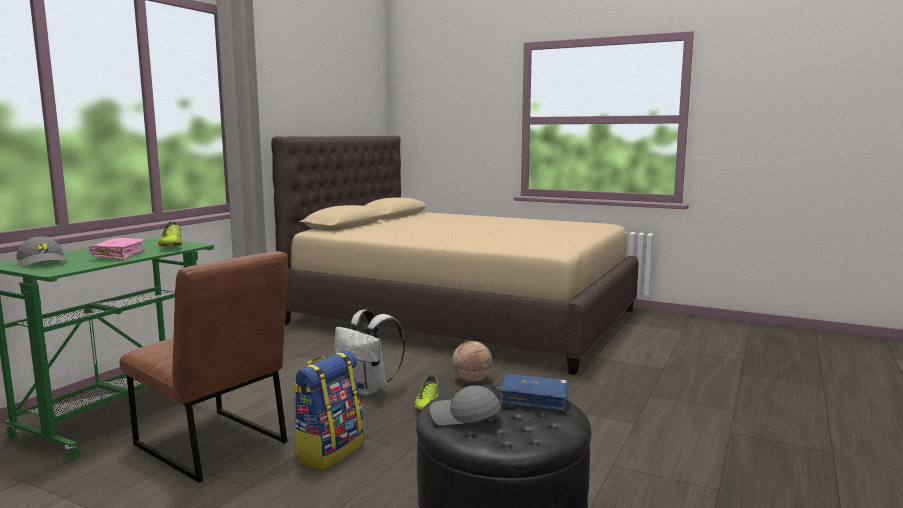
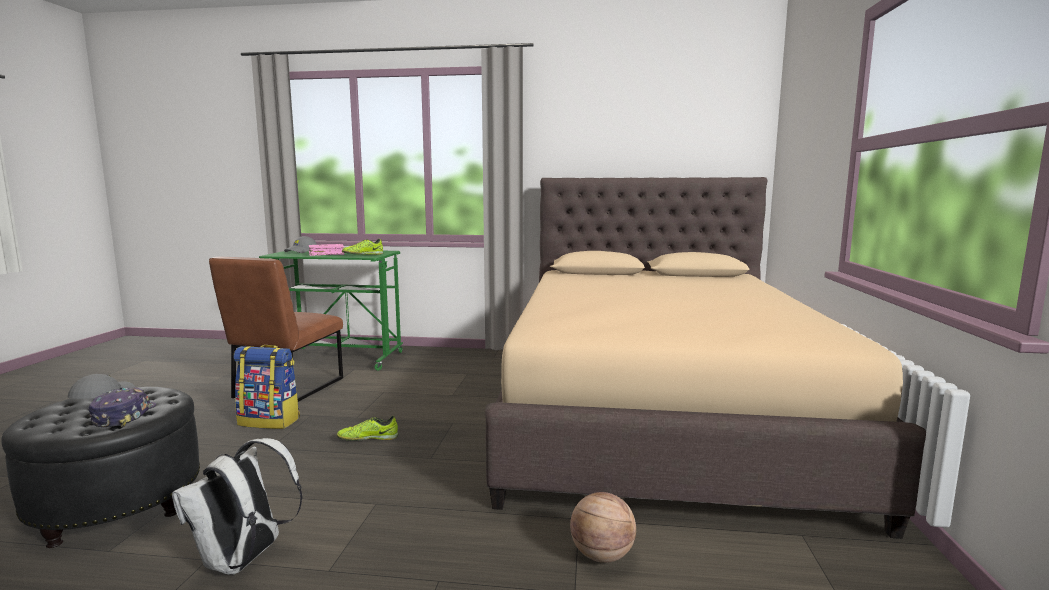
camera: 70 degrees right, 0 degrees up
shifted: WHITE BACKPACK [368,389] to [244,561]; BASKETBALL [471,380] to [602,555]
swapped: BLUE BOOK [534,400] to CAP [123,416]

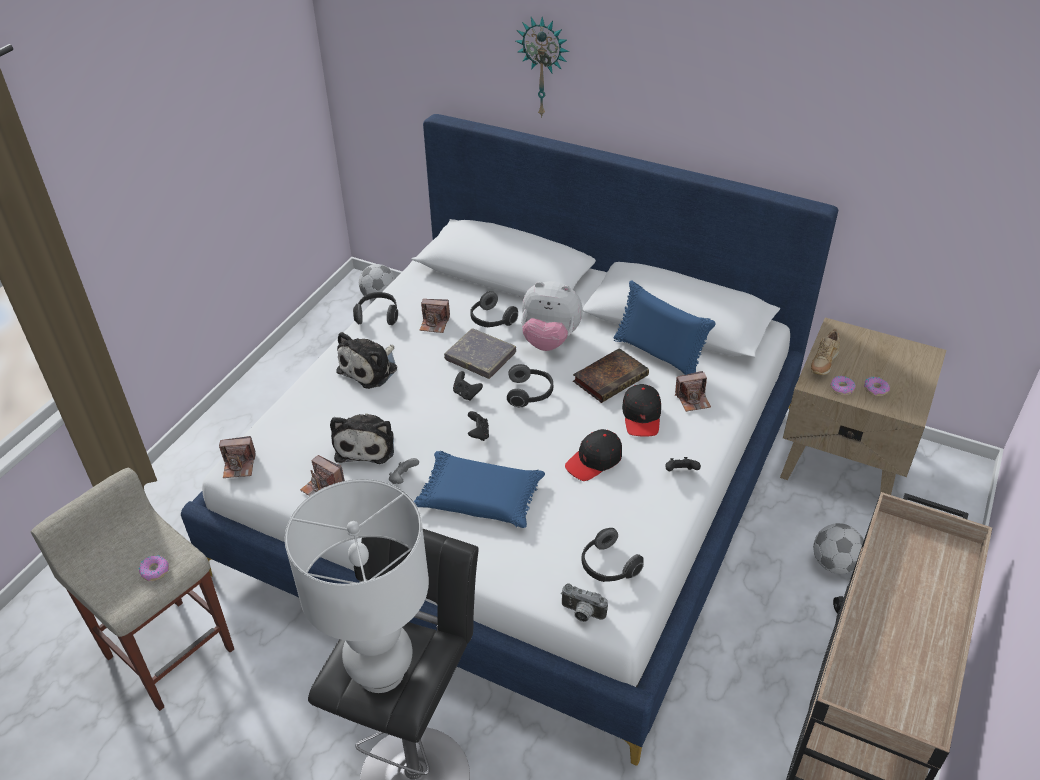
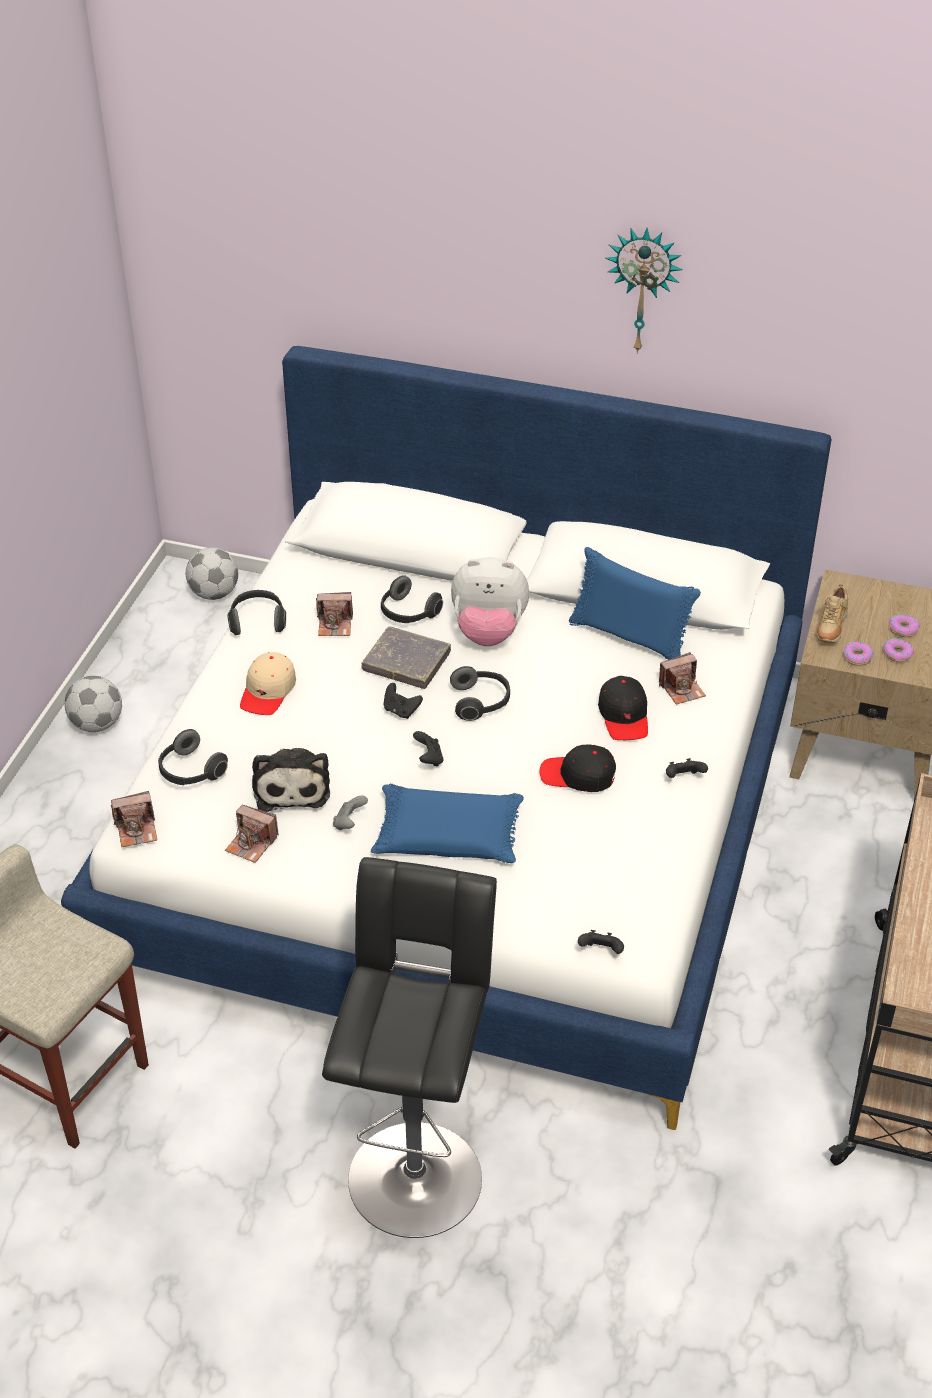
camera: 10 degrees left, 0 degrees up
gone: WHITE TABLE LAMP [382,671]; BOOK [611,378]
shifted: DONUT [155,571] to [903,629]; WALL CLOCK [543,67] to [643,289]; HEADPHONES [608,566] to [190,772]; FOOTBALL [834,564] to [97,724]
swapped: PLUSH TOY [370,368] to BEIGE CAP [268,691]; PHOTO CAMERA [581,614] to BLACK GAME CONTROLLER [601,951]
rotated: BLACK CAP [594,460] = [578,775] 60 degrees clockwise

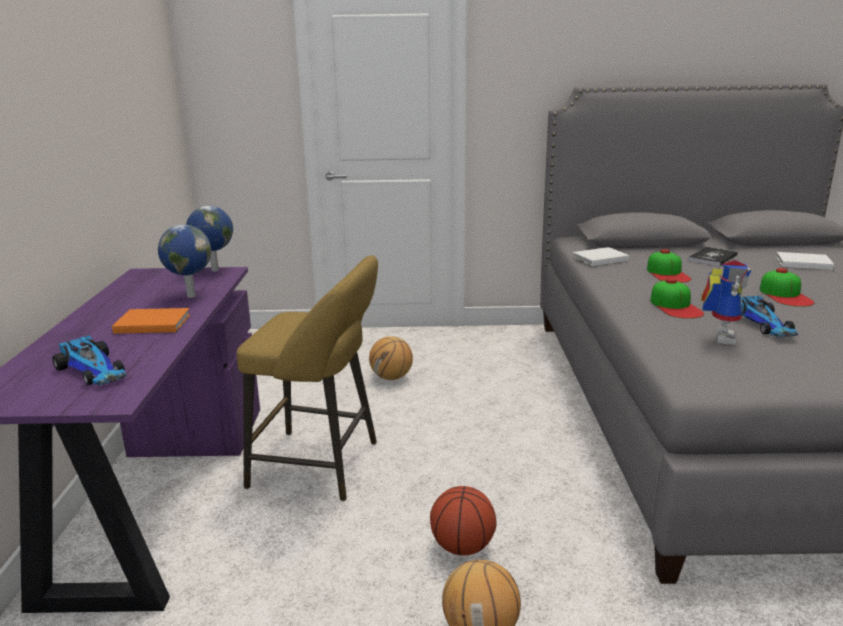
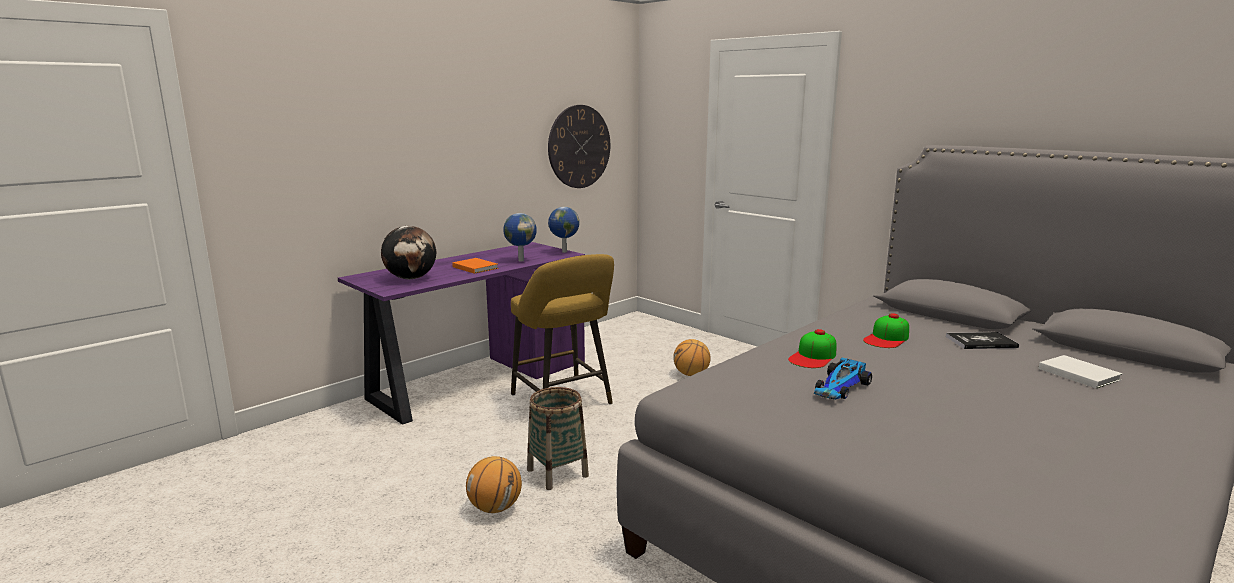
camera: 45 degrees right, 5 degrees down
gone: WHITE BOOK [598,259]; TOY ROBOT [718,336]; CAP [785,295]
new: WALL CLOCK [579,146]
swapped: TOY CAR [95,370] to GLOBE [411,278]; BASKETBALL [462,547] to BASKET [557,473]

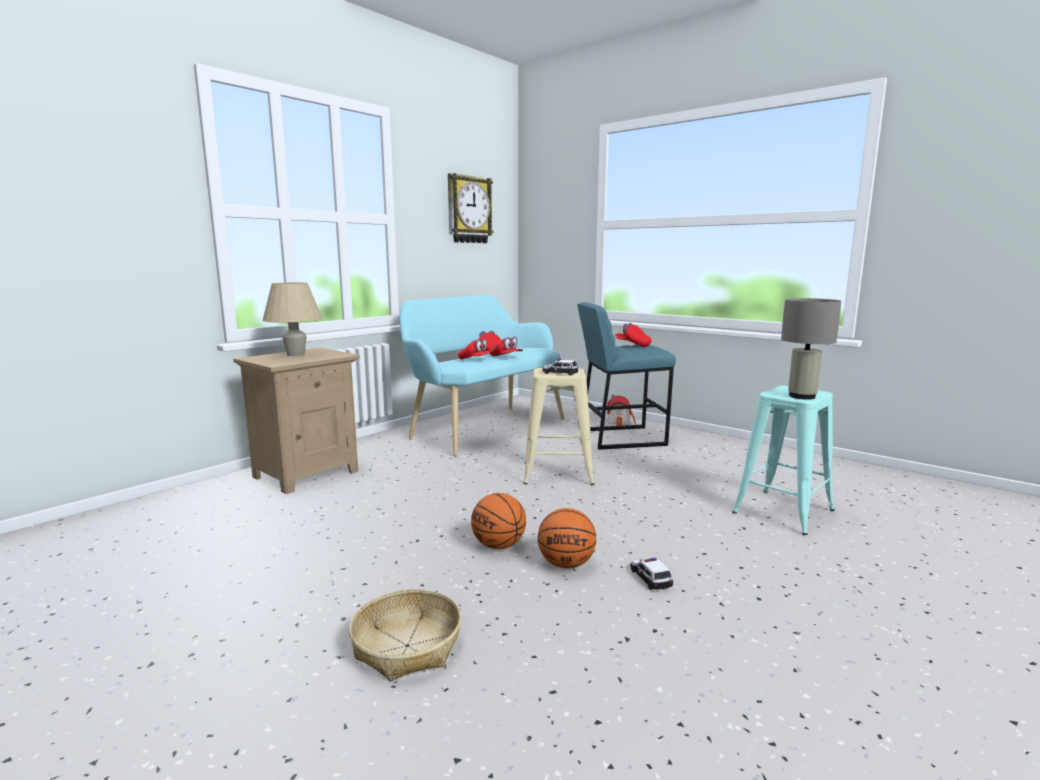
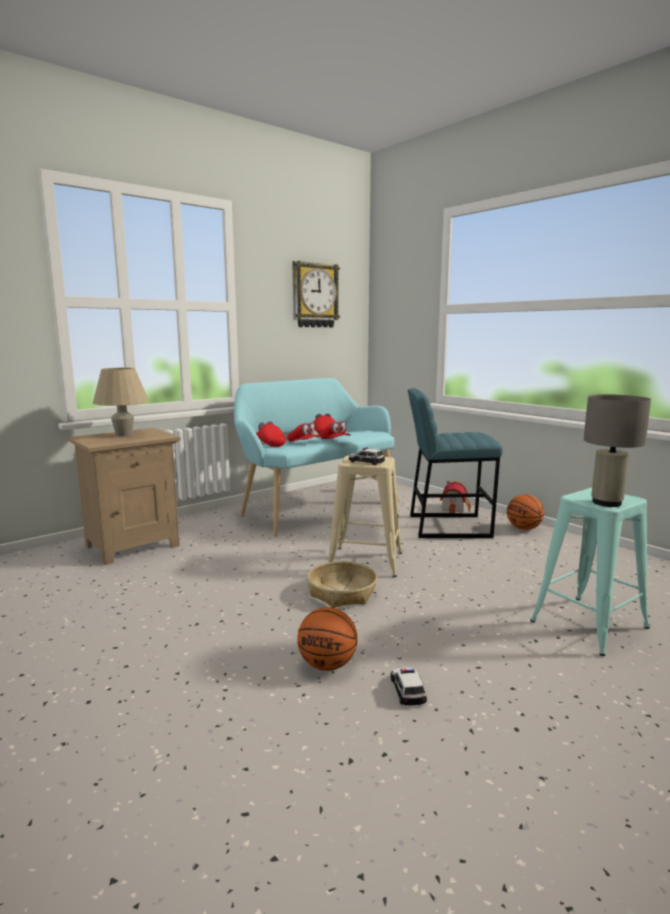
camera: 10 degrees right, 0 degrees up
shifted: BASKET [406,646] to [342,593]; BASKETBALL [498,545] to [523,528]; RED CAP [632,345] to [270,444]

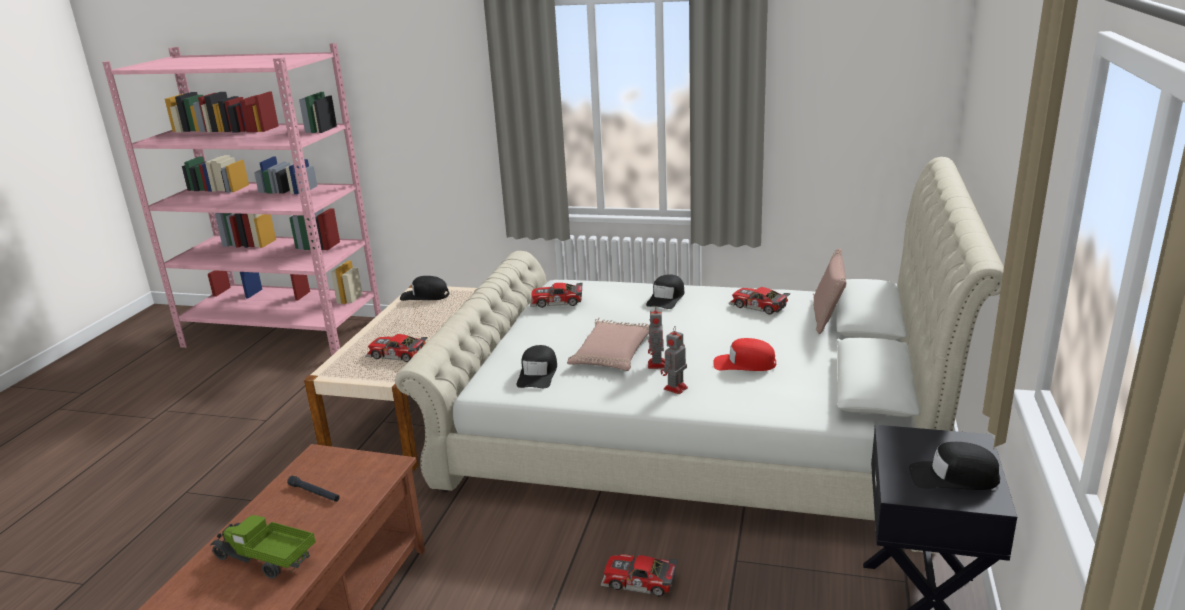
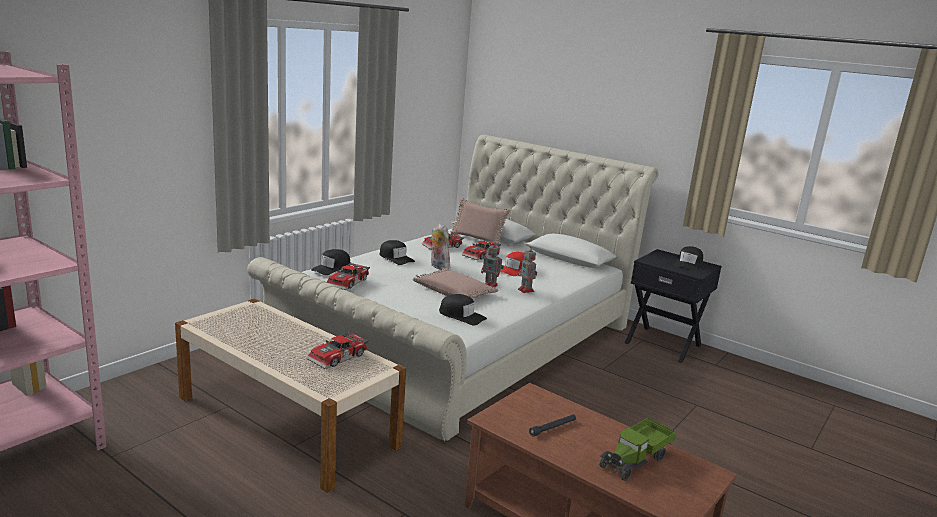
camera: 70 degrees left, 5 degrees down
new: PLUSH TOY [437,266]
shifted: BLACK CAP [425,296] to [332,268]; TOY CAR [639,582] to [482,255]

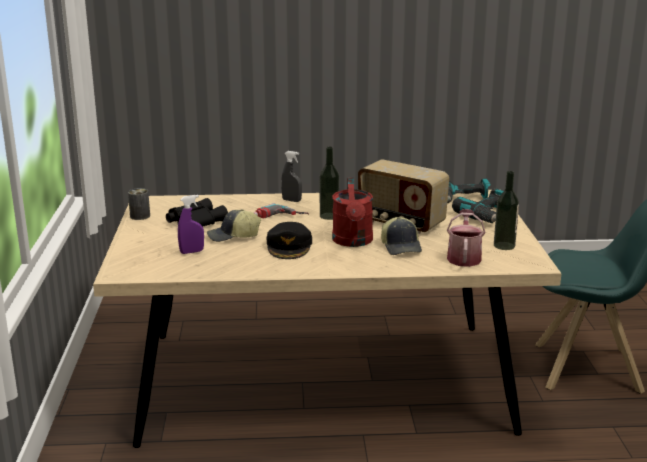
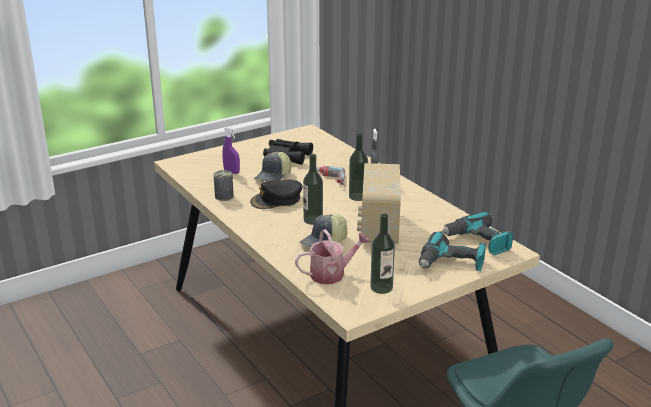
camera: 60 degrees right, 5 degrees up
shifted: CAN [140,216] to [224,196]
swapped: RED WATERING CAN [353,242] to BOTTLE [313,220]
rotated: CAP [233,236] = [274,176] 105 degrees counterclockwise

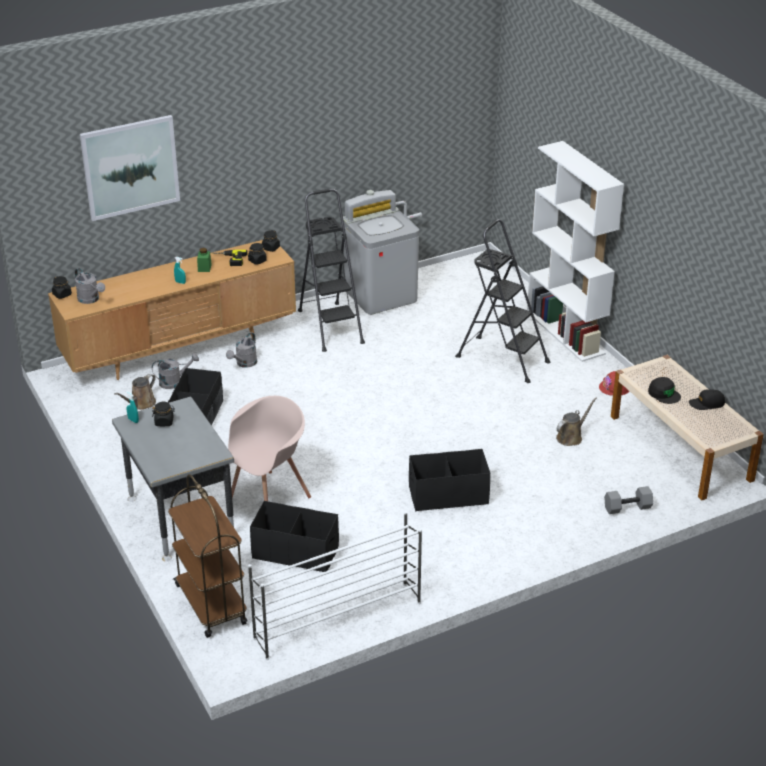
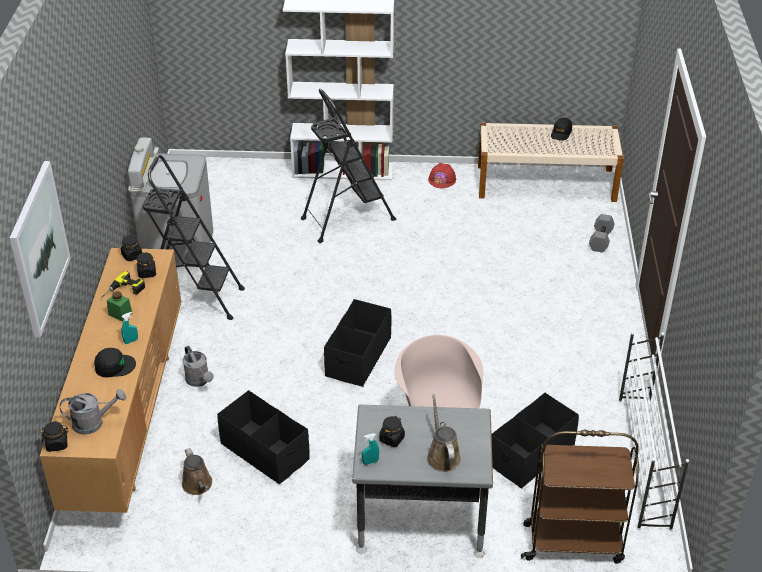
camera: 60 degrees left, 5 degrees up
gone: GREY WATERING CAN [174,382]
shifted: BLACK STORAGE BOX [448,495] to [358,357]; BROWN WATERING CAN [571,437] to [442,455]; BLACK CAP [664,394] to [114,366]

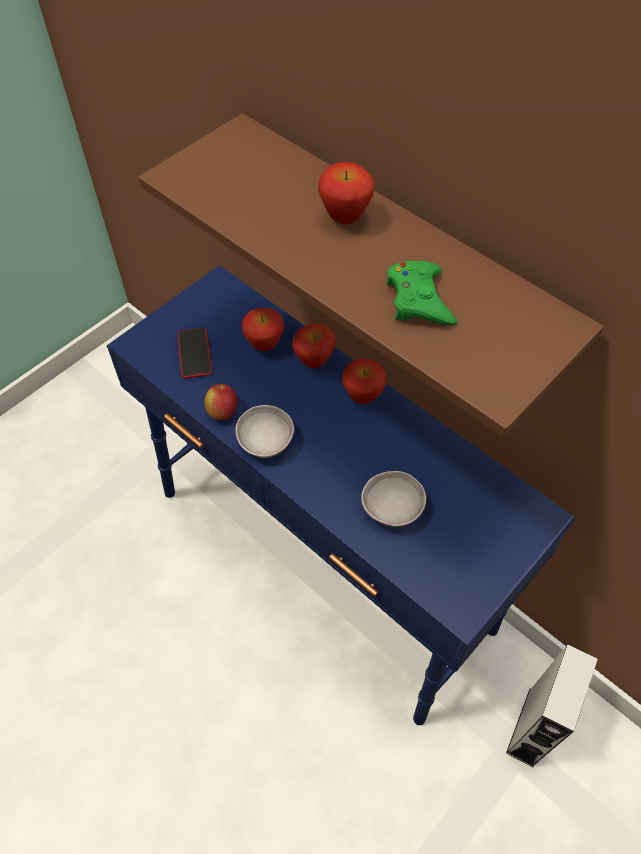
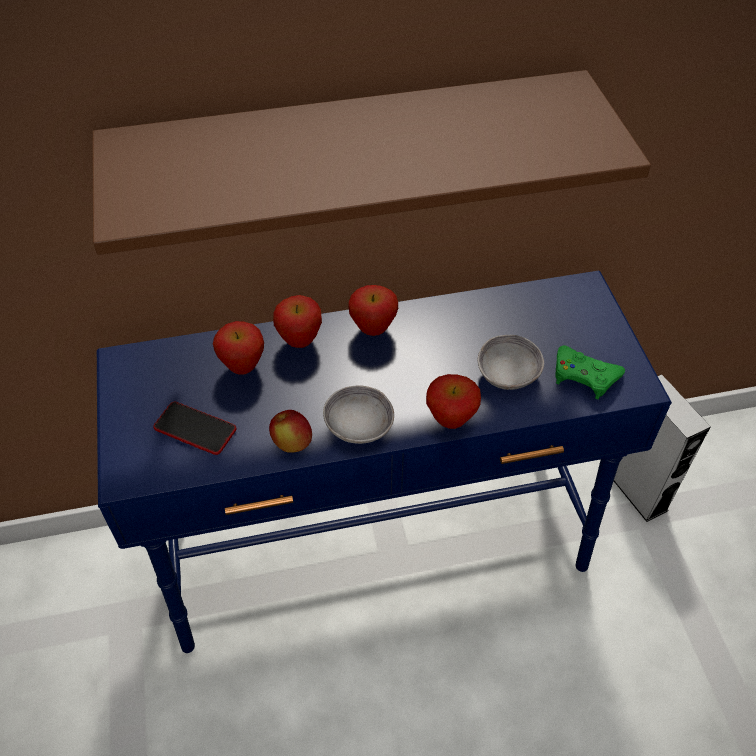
camera: 55 degrees left, 5 degrees down
shifted: APPLE [345,218] to [450,420]; GREEN GAME CONTROLLER [419,300] to [584,375]

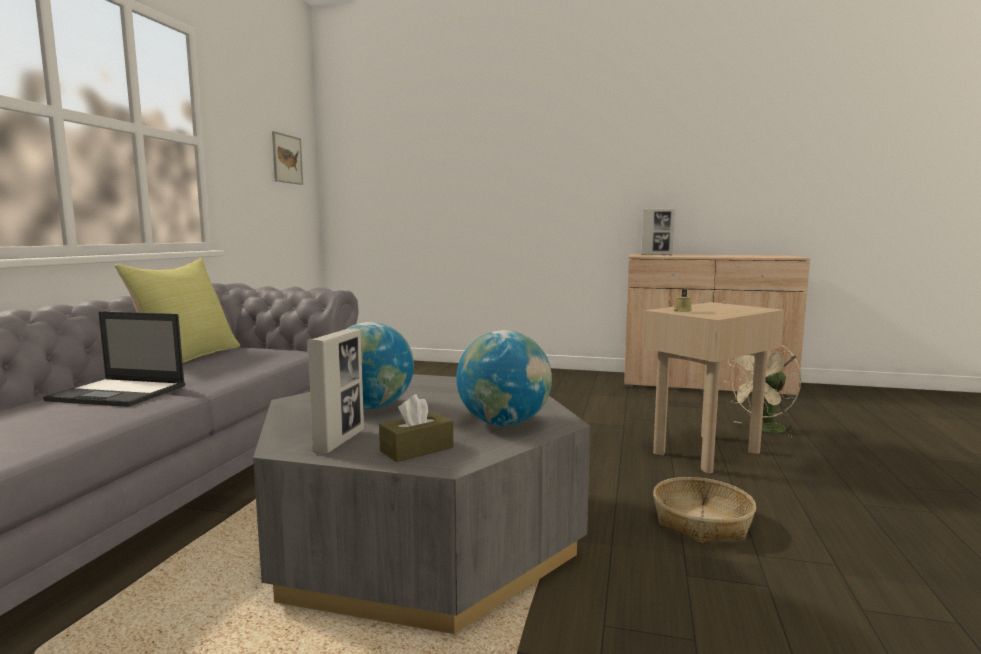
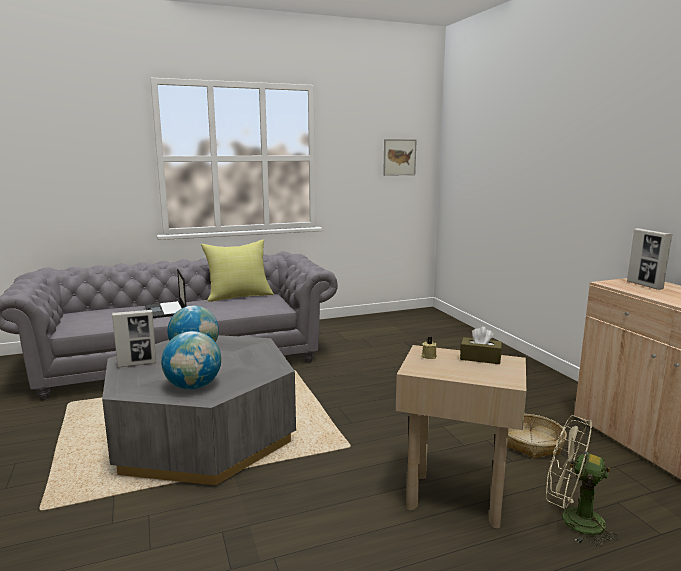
camera: 55 degrees right, 5 degrees up
shifted: BROWN TISSUE BOX [417,449] to [480,358]; BASKET [702,522] to [532,443]

